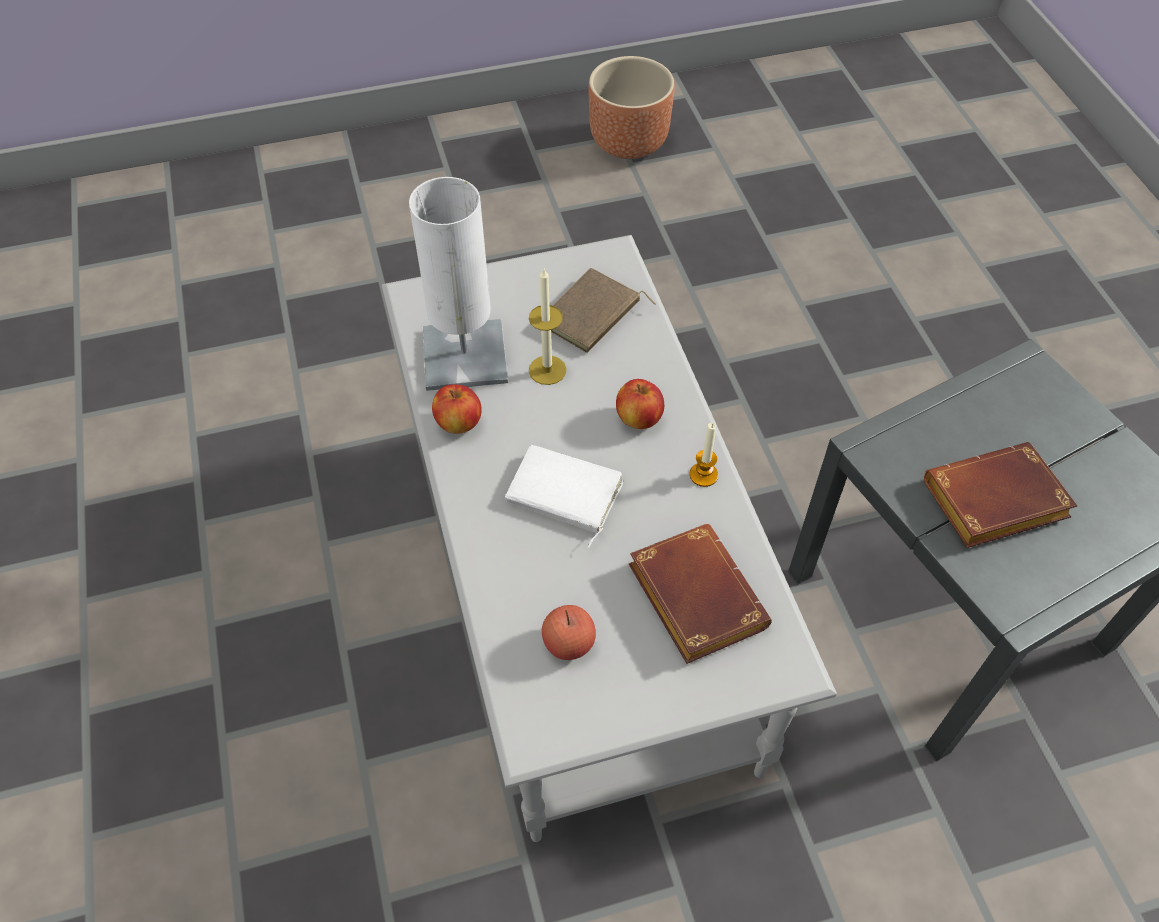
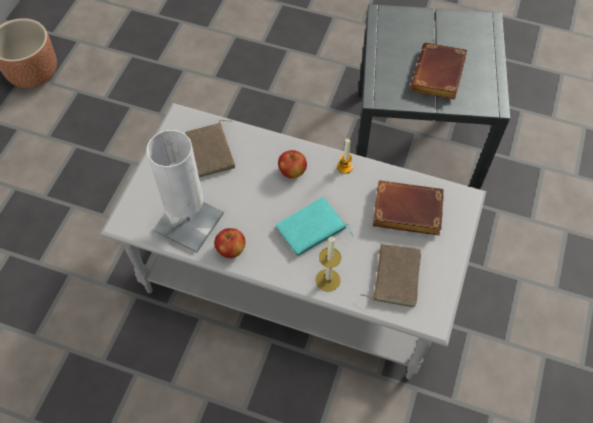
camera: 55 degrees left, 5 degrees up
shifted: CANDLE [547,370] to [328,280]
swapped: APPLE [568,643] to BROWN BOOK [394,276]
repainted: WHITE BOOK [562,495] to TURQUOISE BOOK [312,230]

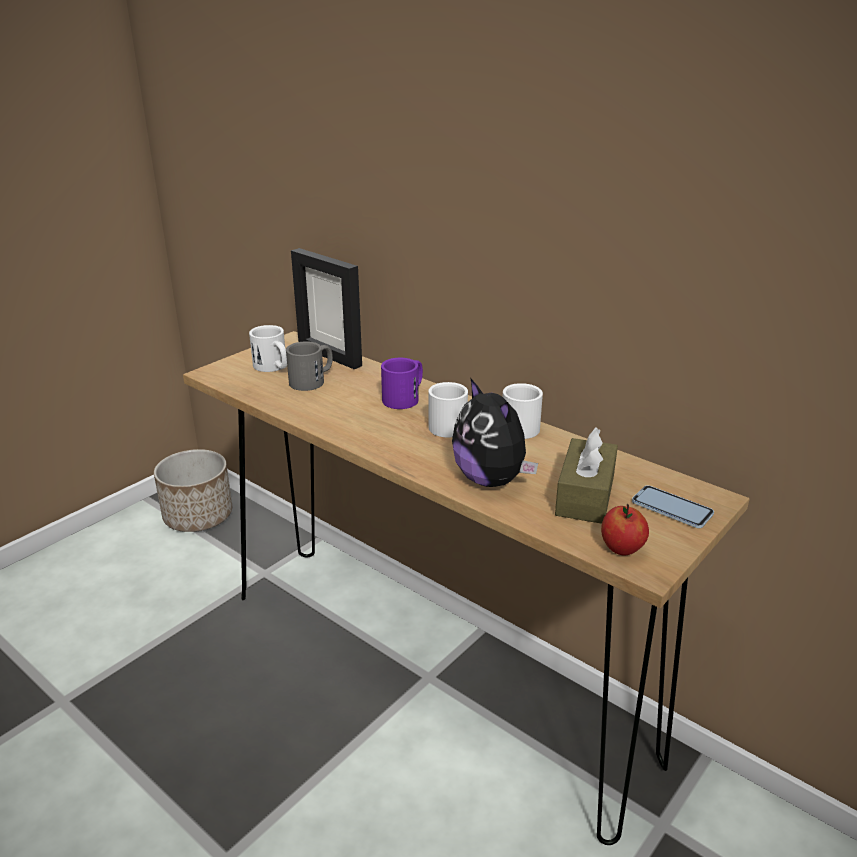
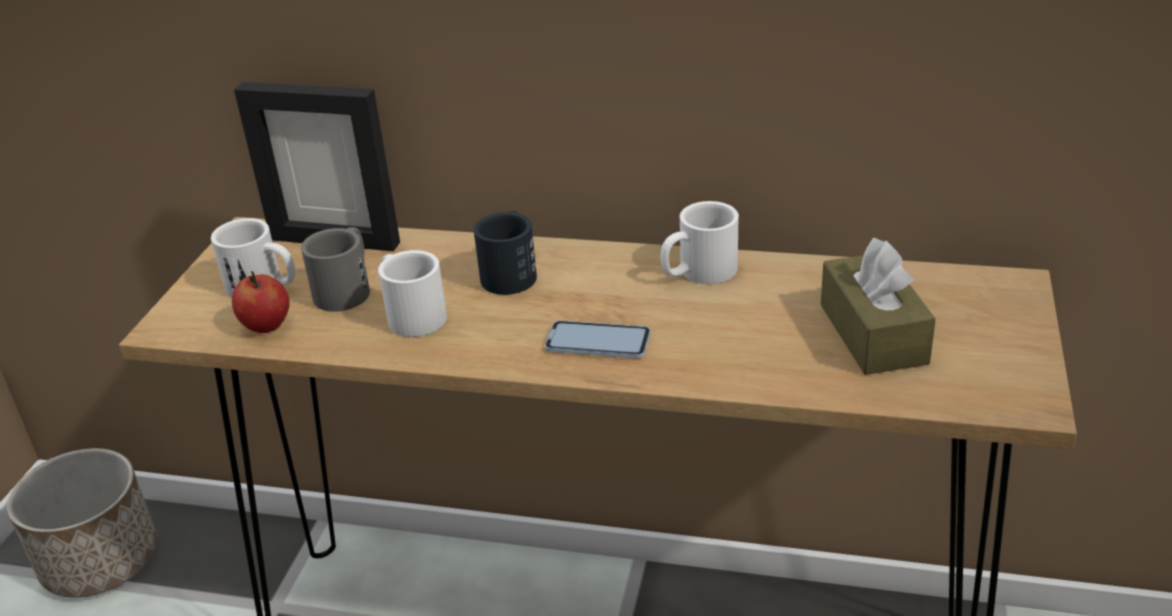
camera: 25 degrees left, 5 degrees up
gone: PLUSH TOY [491,479]
shifted: WHITE MUG [446,423] to [411,314]; APPLE [622,549] to [266,326]; PHONE [672,508] to [598,342]
repainted: PURPLE MUG [405,397] to BLACK MUG [511,272]

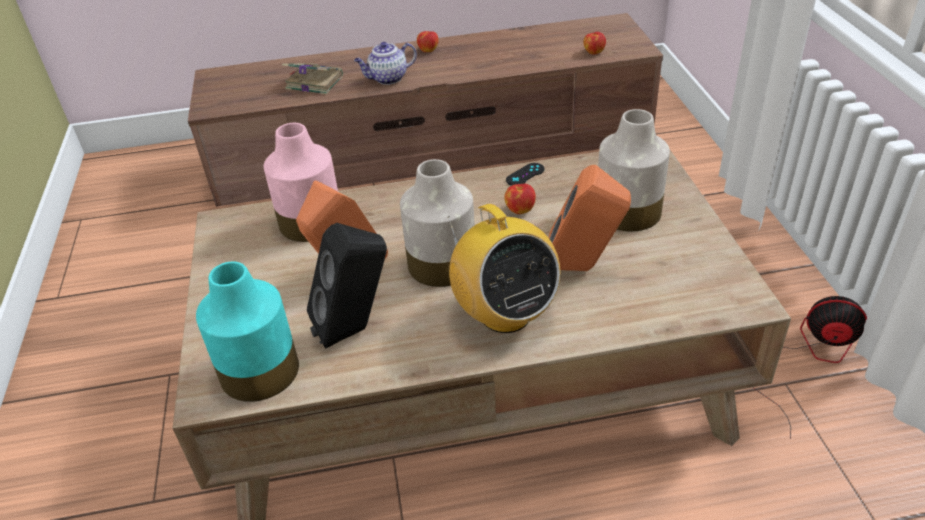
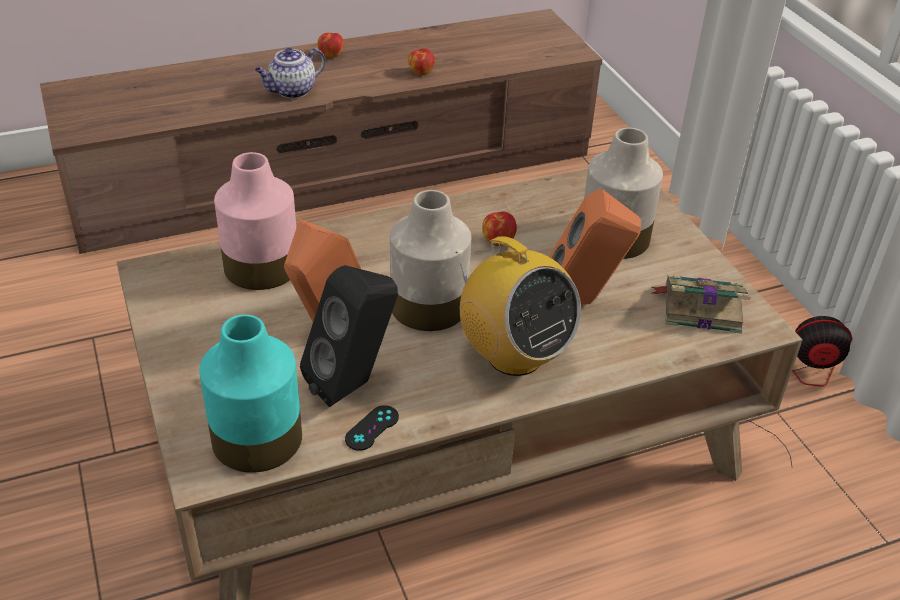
camera: 15 degrees left, 0 degrees up
shifted: BOOK [313,82] to [699,308]; BLACK GAME CONTROLLER [525,175] to [372,428]; APPLE [593,52] to [421,72]

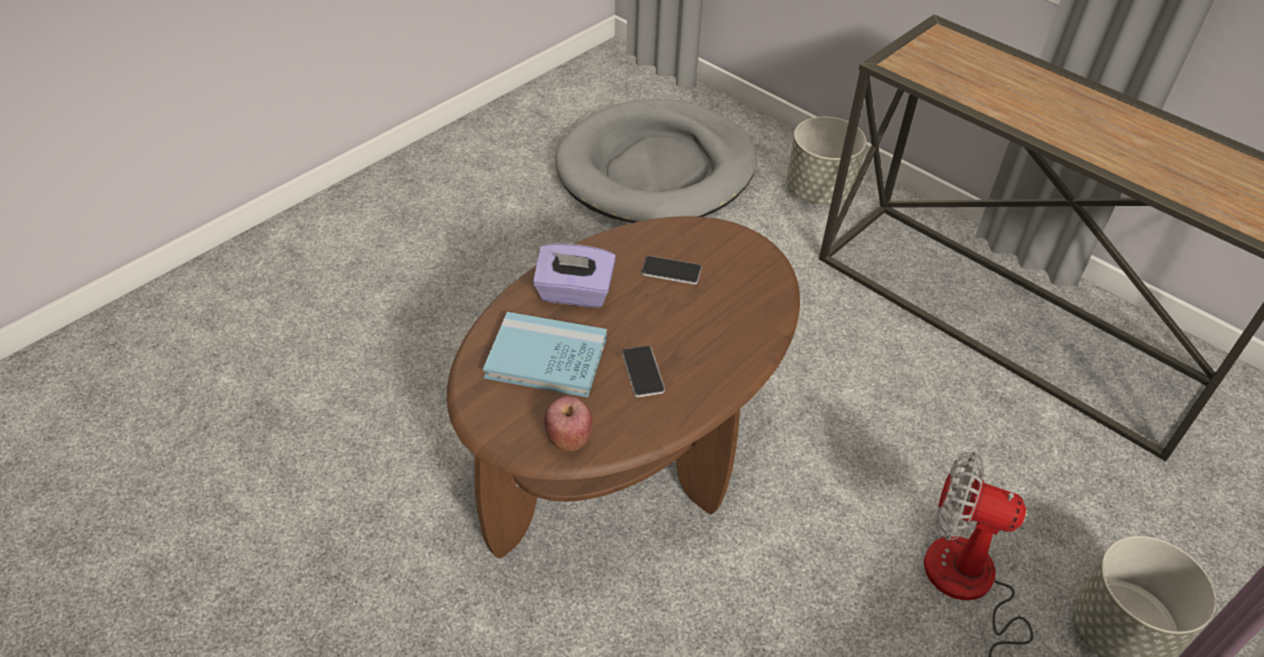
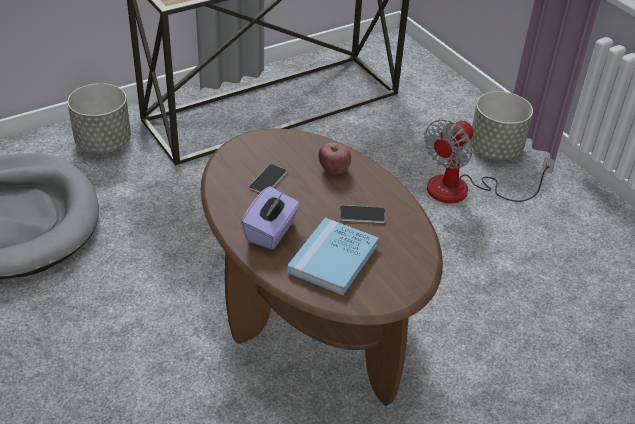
camera: 75 degrees left, 5 degrees down
shifted: APPLE [569,438] to [334,170]

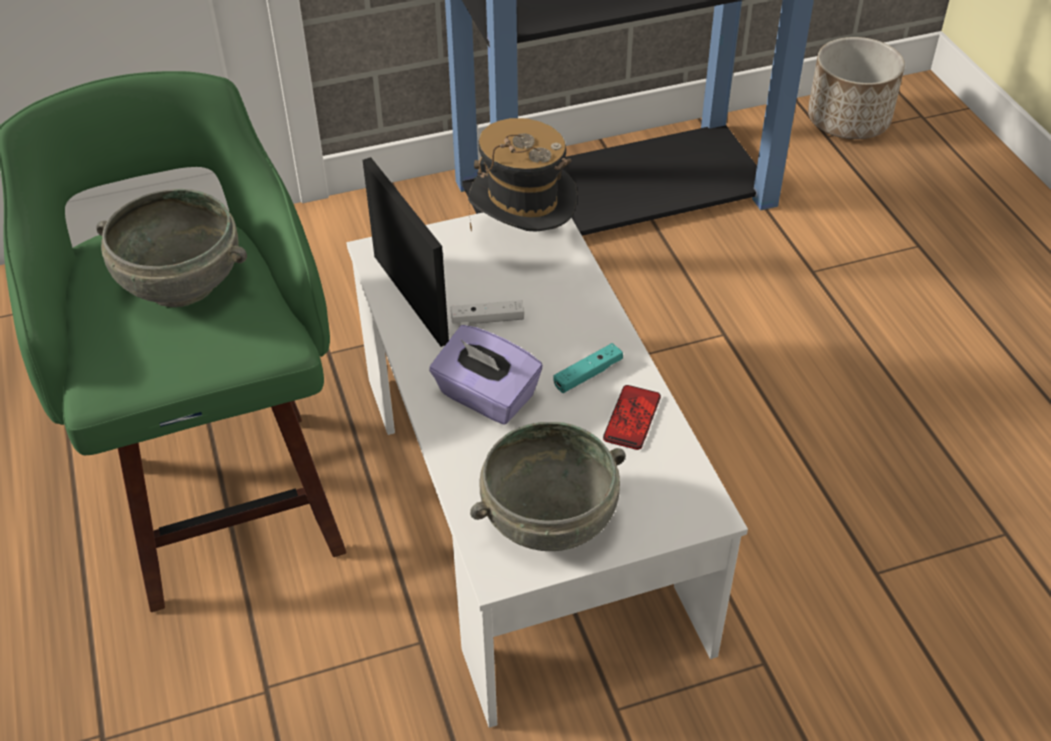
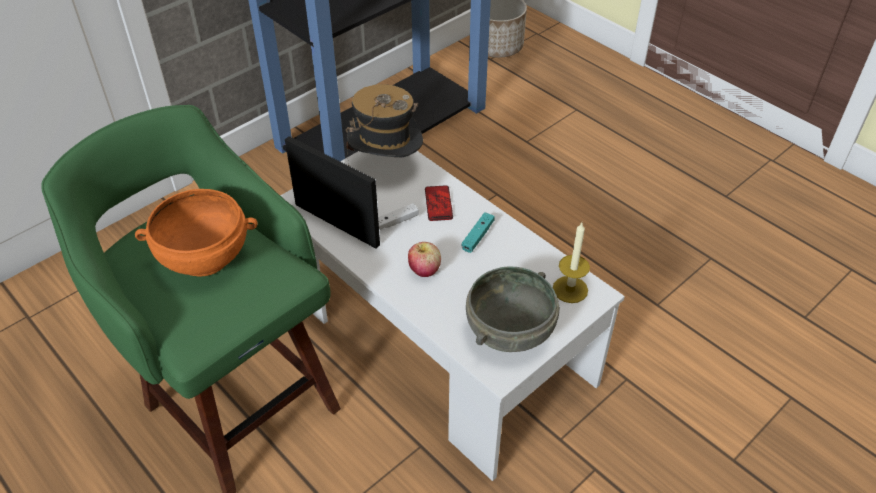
camera: 25 degrees left, 0 degrees up
new: CANDLE [570,289]
shifted: PHONE [632,418] to [438,204]
swapped: PURPLE TISSUE BOX [486,397] to APPLE [424,270]
repainted: GREY BOWL [180,284] to ORANGE BOWL [204,258]

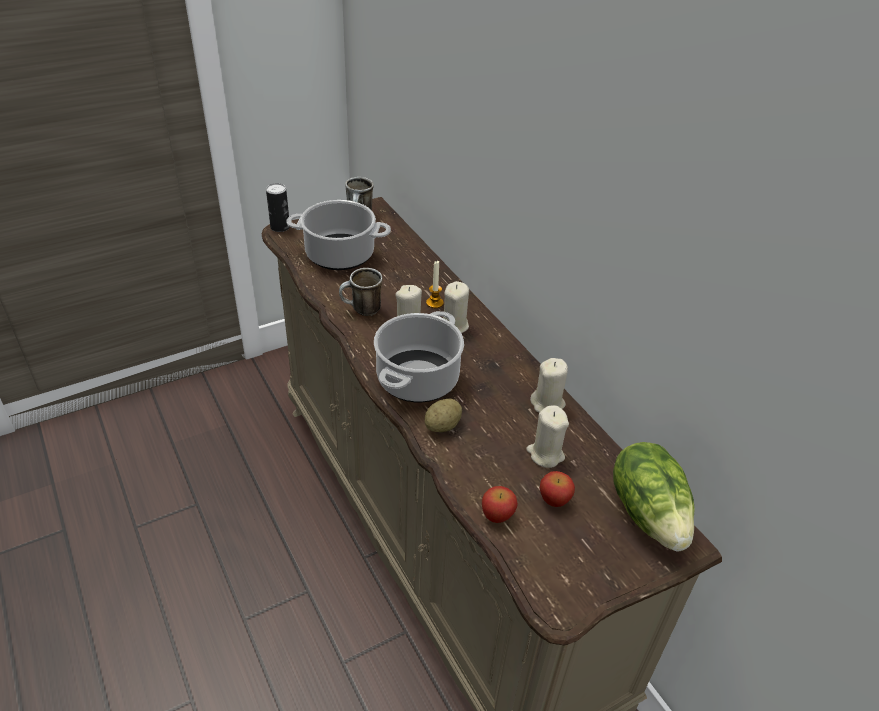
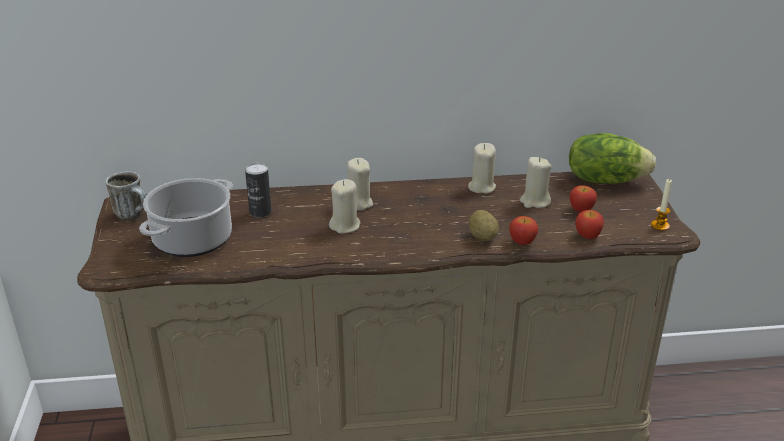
camera: 65 degrees left, 10 degrees down
gone: MUG [361,311]; COOKING POT [417,380]
new: APPLE [522,242]
shifted: CAN [280,227] to [260,212]; CANDLE [434,303] to [660,226]

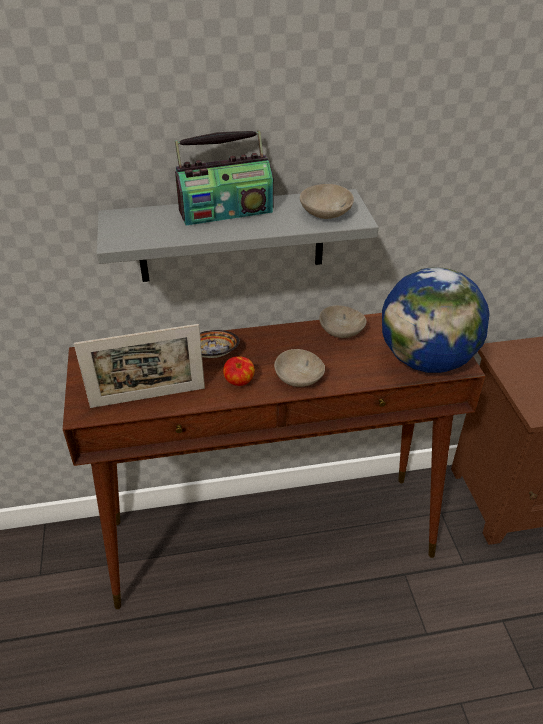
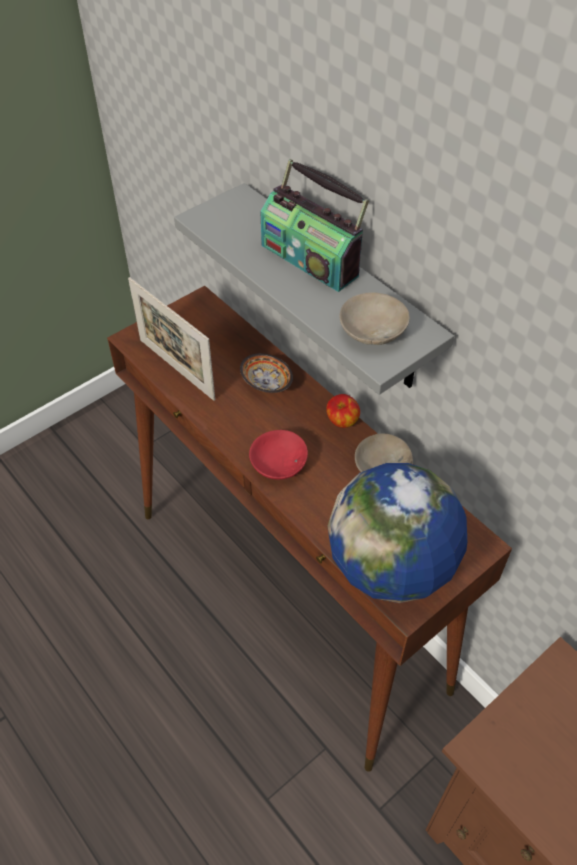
camera: 60 degrees right, 10 degrees up
shifted: APPLE [239,382] to [342,421]
repainted: BEIGE BOWL [297,377] to RED BOWL [277,463]

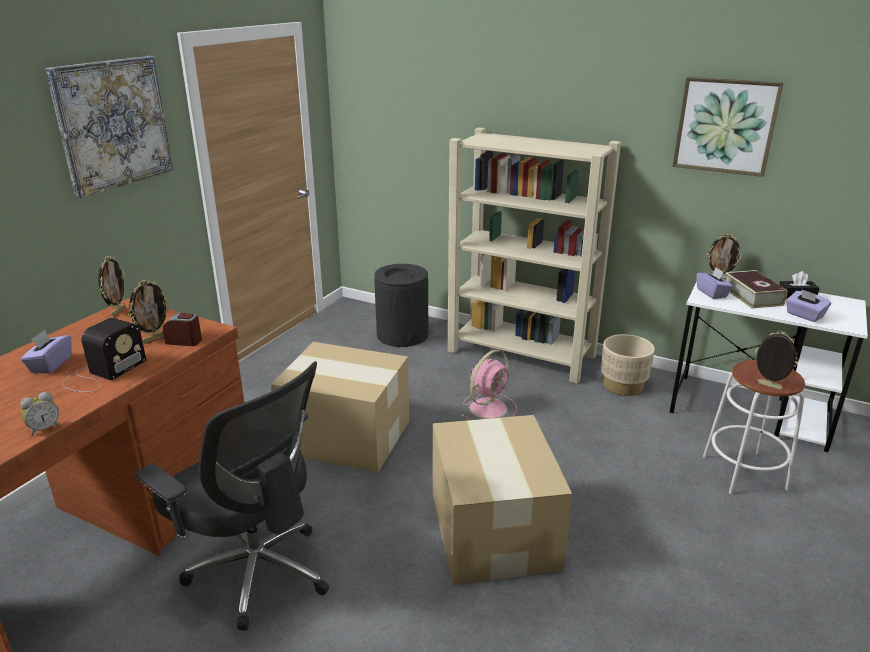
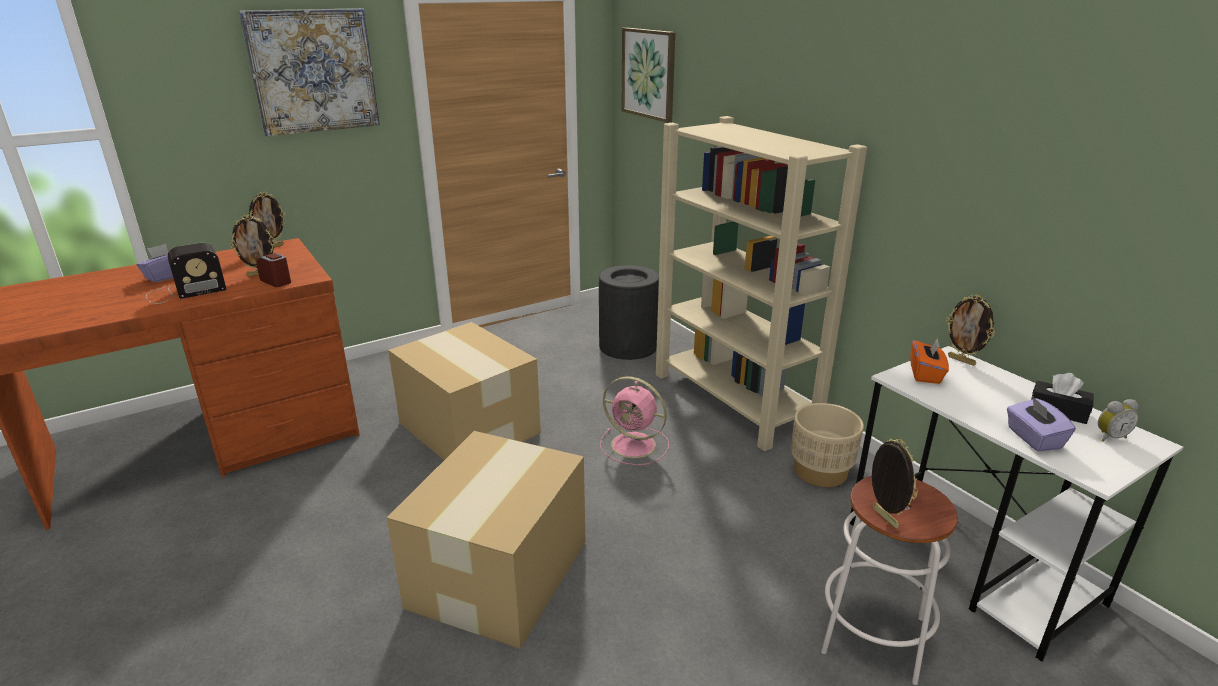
camera: 30 degrees right, 0 degrees up
gone: OFFICE CHAIR [256,570]; BOOK [752,296]
shifted: ALARM CLOCK [44,428] to [1109,437]; PICTURE [725,126] to [649,74]
repainted: PURPLE TISSUE BOX [712,293] to ORANGE TISSUE BOX [925,374]
rotated: PINK FAN [489,407] = [635,445] 45 degrees clockwise

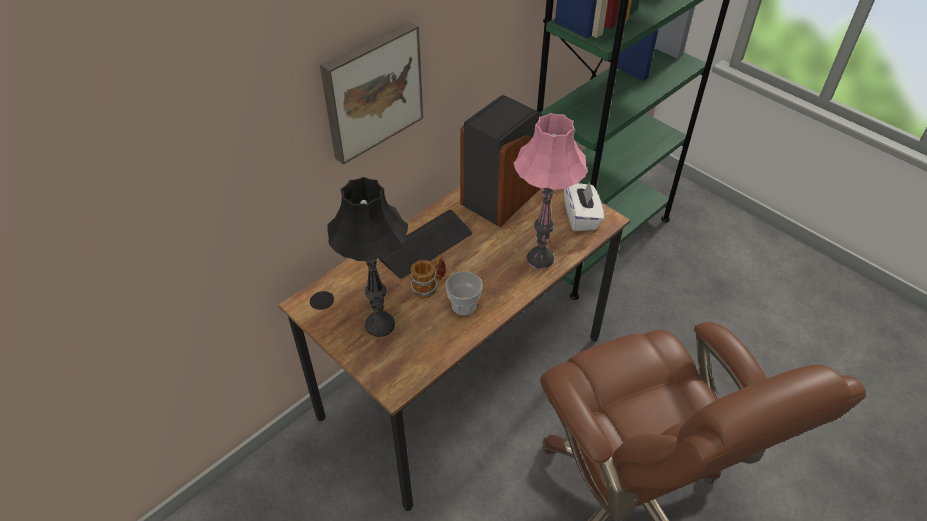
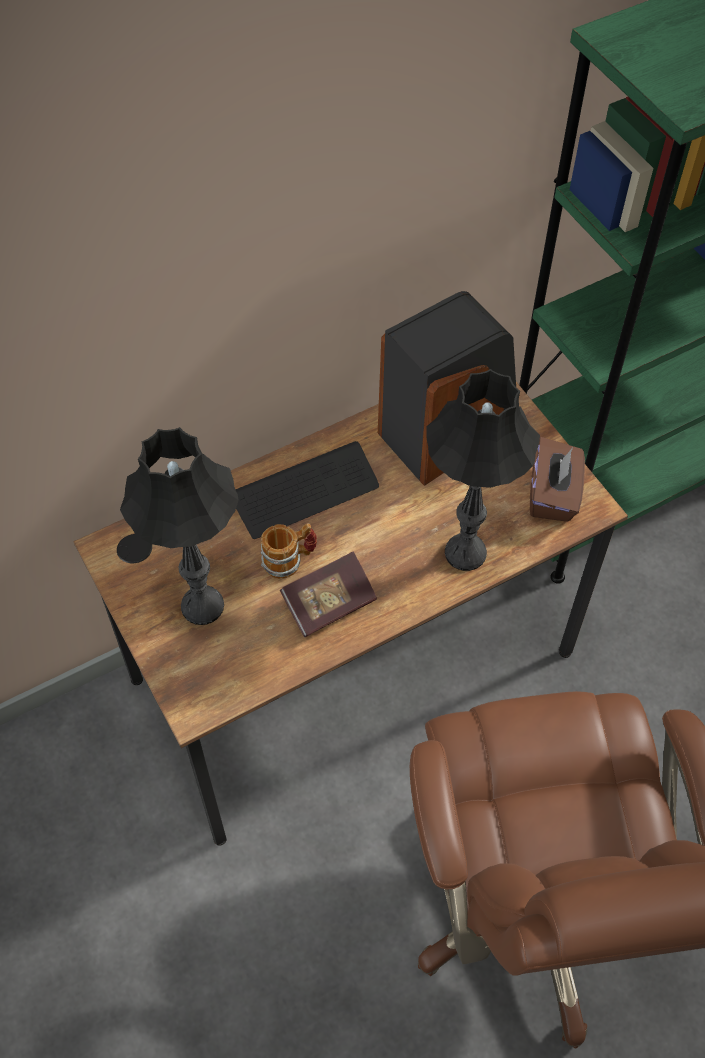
camera: 15 degrees right, 10 degrees up
gone: PICTURE [371,91]
swapped: CUP [464,305] to BOOK [329,603]
repainted: PINK TABLE LAMP [540,259] to BLACK TABLE LAMP [465,553]; WHITE TISSUE BOX [581,217] to BROWN TISSUE BOX [553,495]

